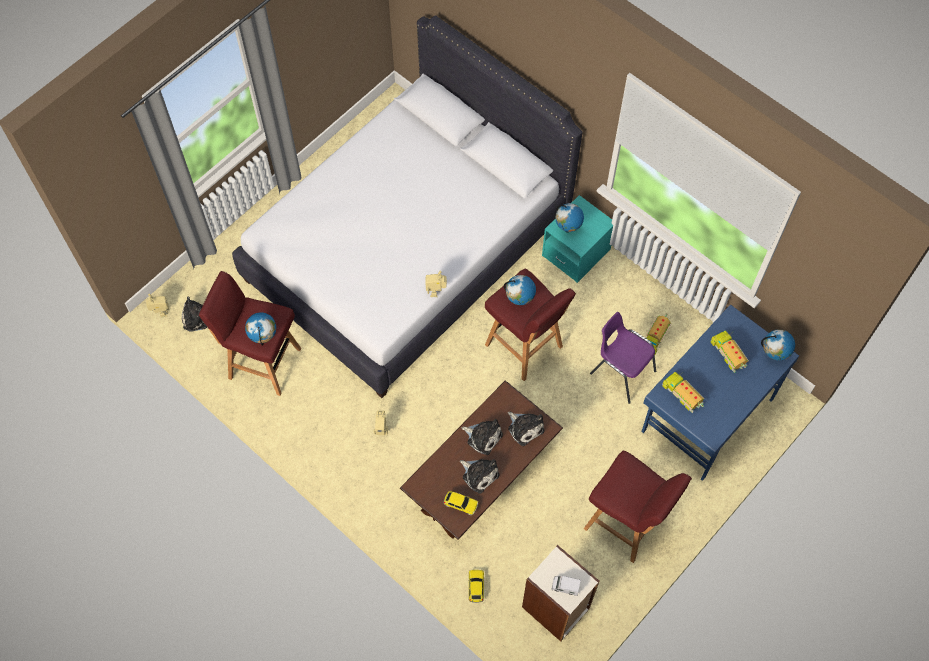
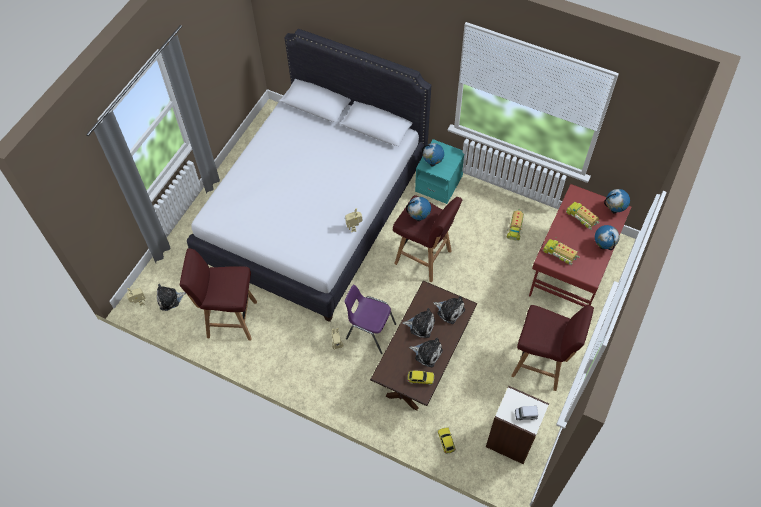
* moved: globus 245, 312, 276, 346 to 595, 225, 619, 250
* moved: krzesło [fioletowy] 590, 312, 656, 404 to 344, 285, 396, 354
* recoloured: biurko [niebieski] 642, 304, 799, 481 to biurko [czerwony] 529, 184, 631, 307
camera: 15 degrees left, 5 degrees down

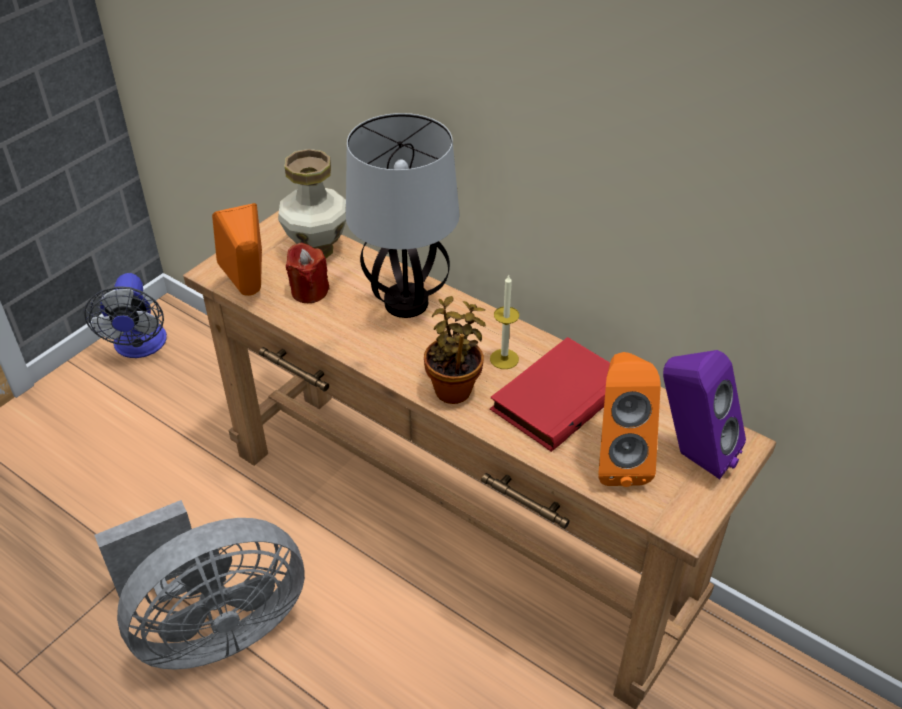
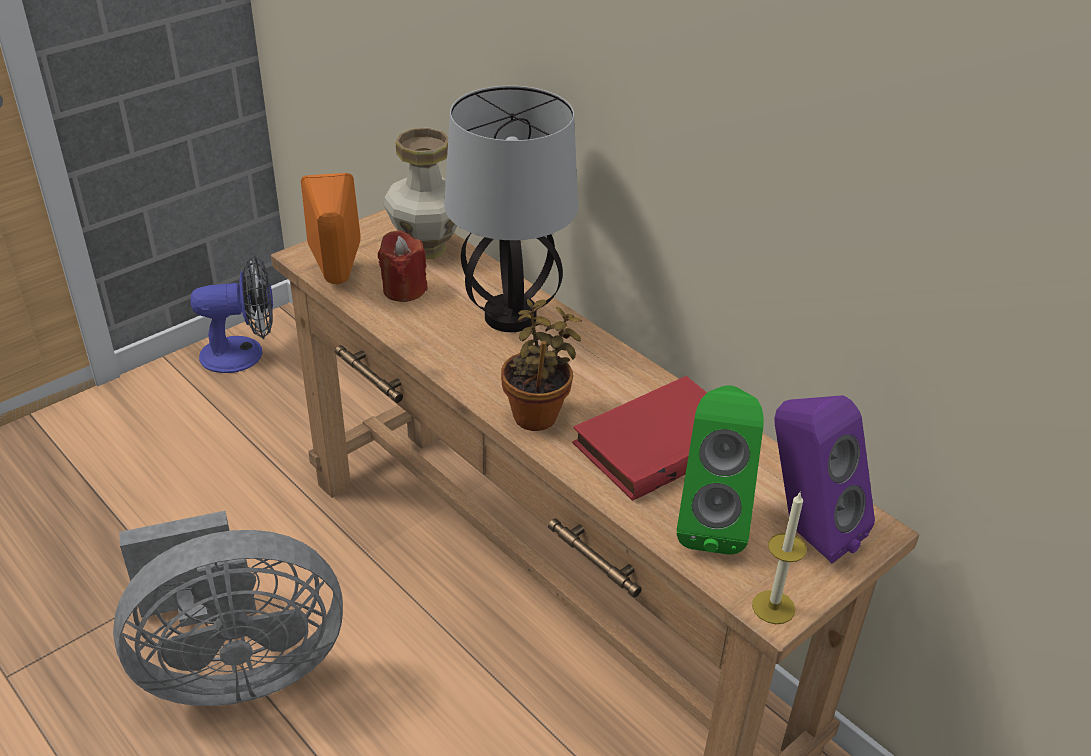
* moved: świeca 490, 274, 519, 369 to 752, 491, 807, 624
* recoloured: głośnik [pomarańczowy] 598, 352, 661, 487 to głośnik [zielony] 677, 385, 764, 555
* turned: wentylator 84, 273, 167, 358 = 190, 255, 273, 373 105 degrees counterclockwise
camera: 10 degrees right, 5 degrees down

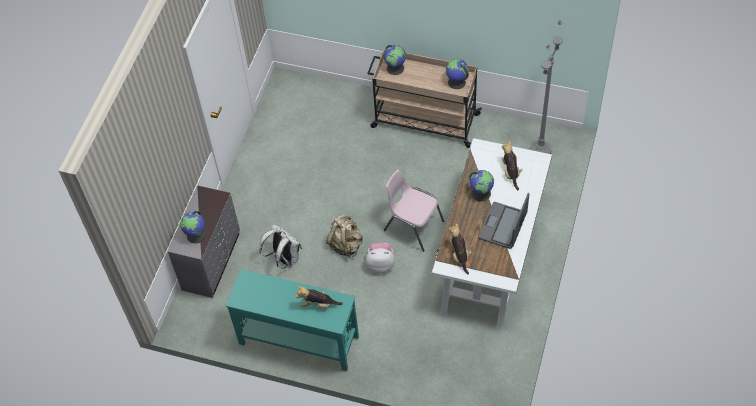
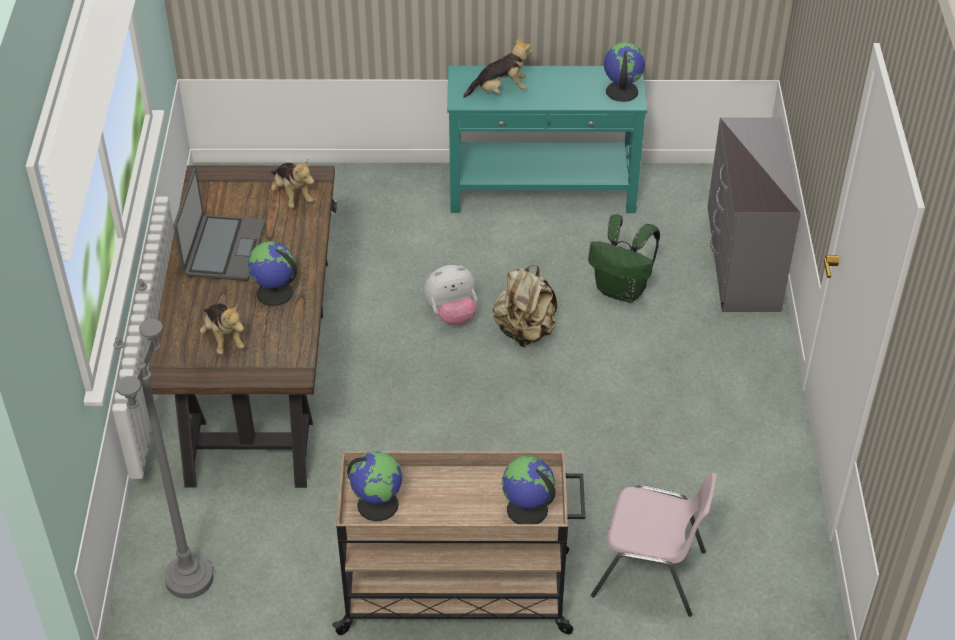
* moved: globus 180, 211, 206, 243 to 603, 42, 645, 102
* moved: krzesło [różowy] 384, 170, 444, 252 to 591, 473, 717, 617
* recoloured: plecak [biały] 260, 224, 302, 269 to plecak [zielony] 588, 214, 660, 302
* recoloured: biurko [biały] 432, 138, 552, 329 to biurko [brązowy] 148, 165, 337, 488
camera: 160 degrees right, 10 degrees down

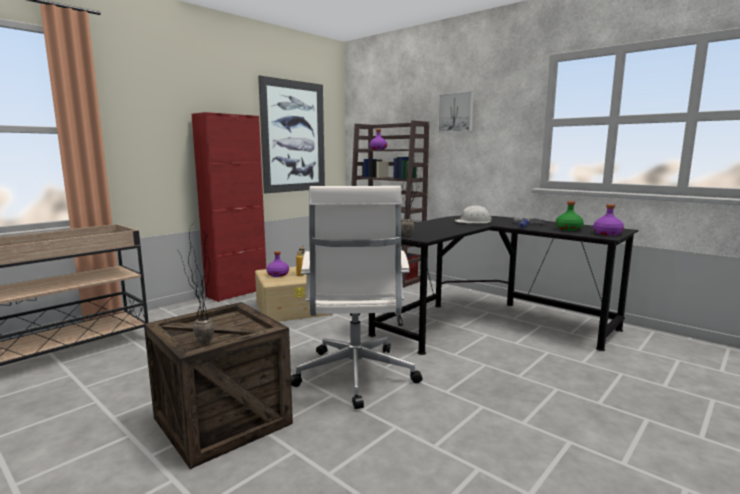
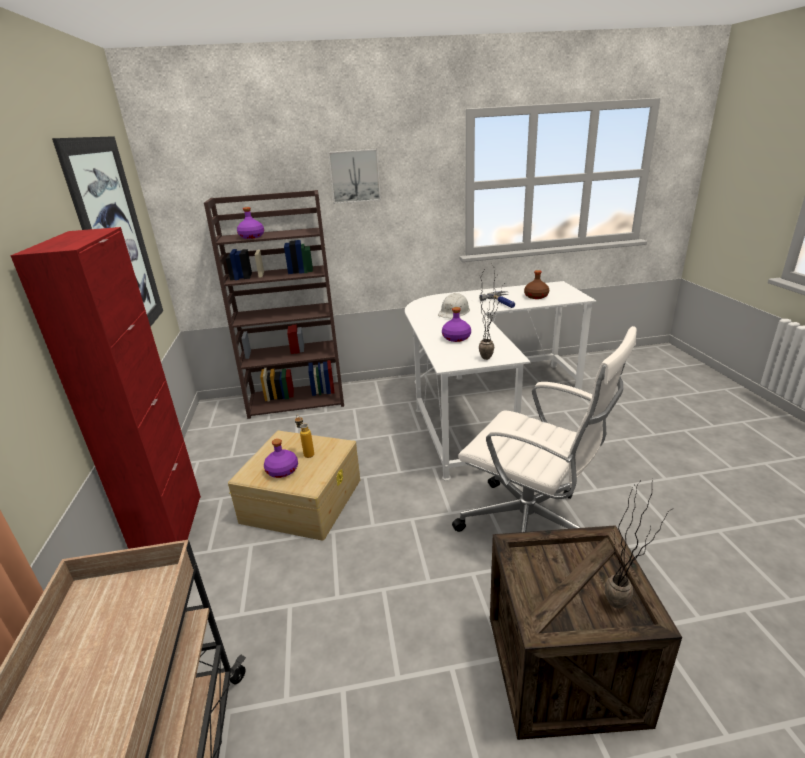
* moved: butelka [fioletowy] 593, 204, 624, 236 to 442, 307, 471, 342
* recoloured: biurko [czarny] 368, 216, 638, 355 to biurko [biały] 405, 281, 596, 481
* recoloured: butelka [zielony] 556, 201, 584, 231 to butelka [brązowy] 524, 270, 549, 299
camera: 50 degrees left, 15 degrees up

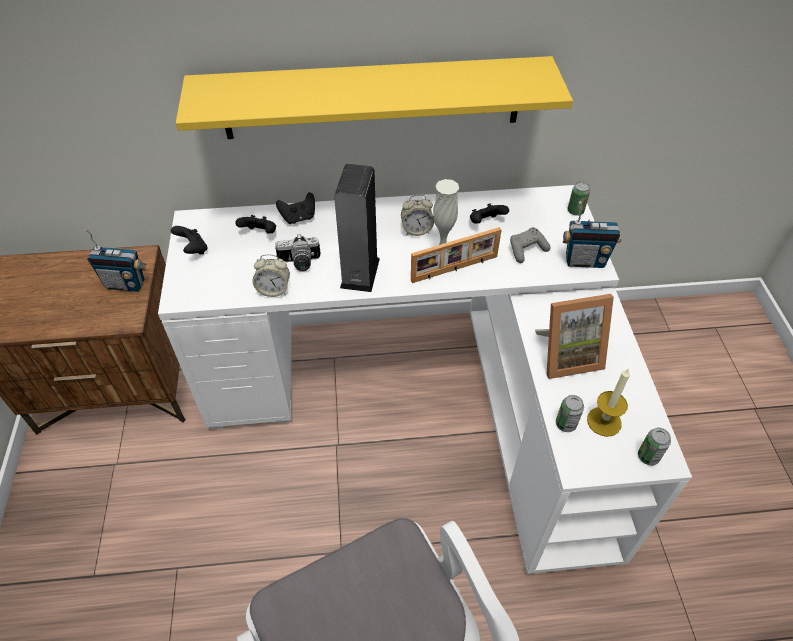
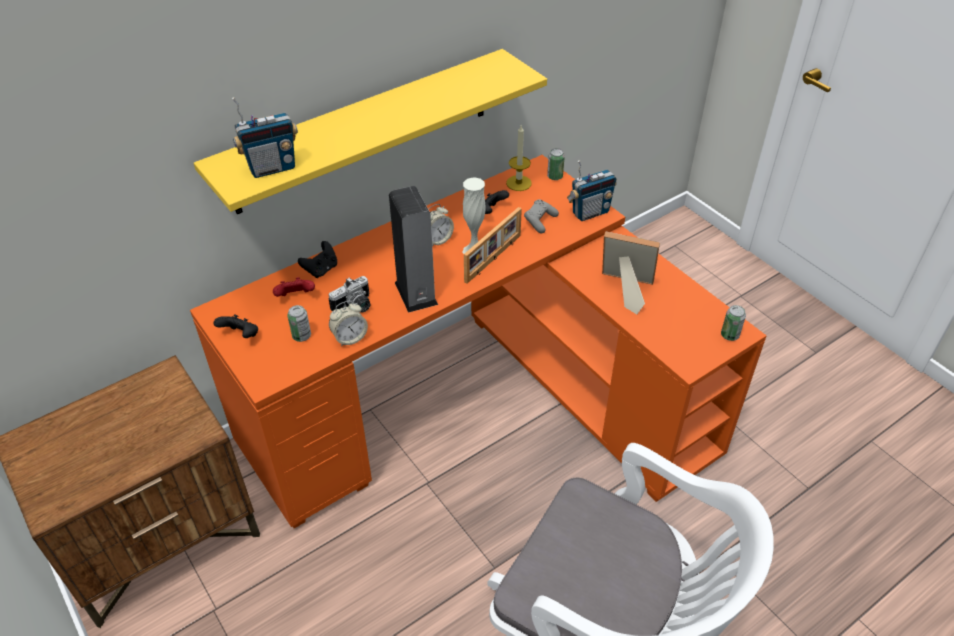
* moved: radio 85, 230, 146, 292 to 232, 97, 298, 178
* moved: puszka 556, 395, 584, 432 to 287, 305, 311, 342
* moved: świeca 587, 368, 630, 437 to 506, 126, 532, 191
* recoloured: biurko [biały] 158, 185, 692, 574 to biurko [pomarańczowy] 190, 155, 766, 528
* recoloured: pad do gier [czarny] 235, 215, 276, 234 to pad do gier [czerwony] 273, 277, 315, 297
* turned: ramka na zdjęcie 535, 294, 614, 379 = 602, 231, 660, 314 120 degrees counterclockwise
camera: 30 degrees left, 5 degrees down

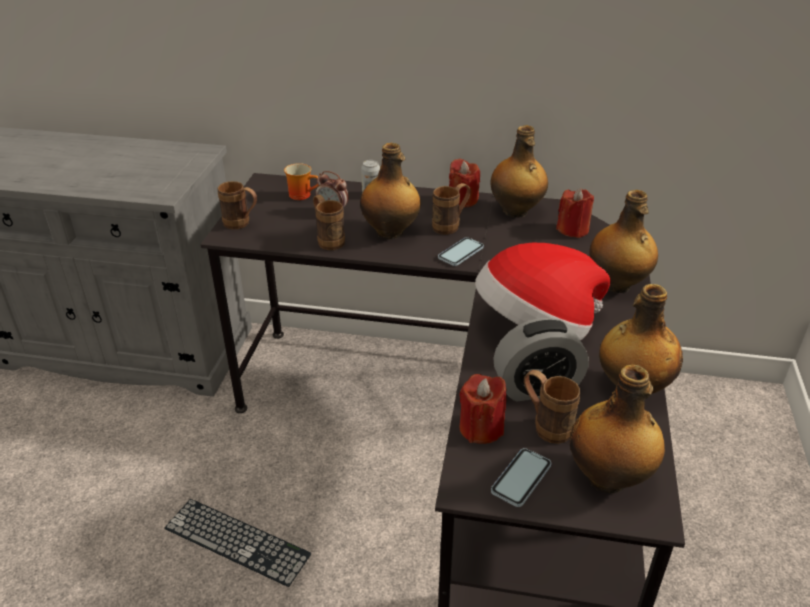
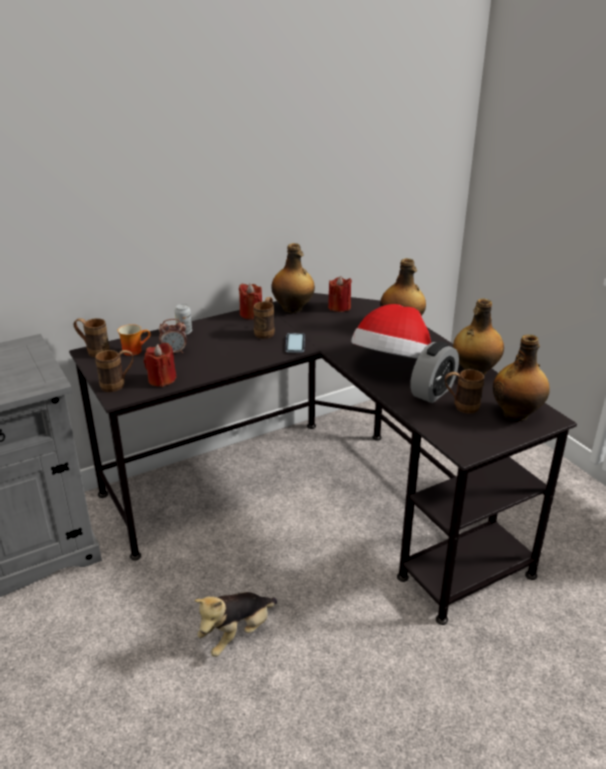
* removed: butelka 360, 143, 421, 239
* removed: telefon 491, 448, 551, 507
* moved: kubek [brązowy] 313, 195, 345, 250 to 73, 318, 110, 357
* moved: świeca [czerwony] 459, 374, 506, 444 to 144, 343, 177, 387
* replaced: klawiatura 164, 499, 311, 587 to pluszak 194, 592, 277, 657
camera: 40 degrees left, 5 degrees down

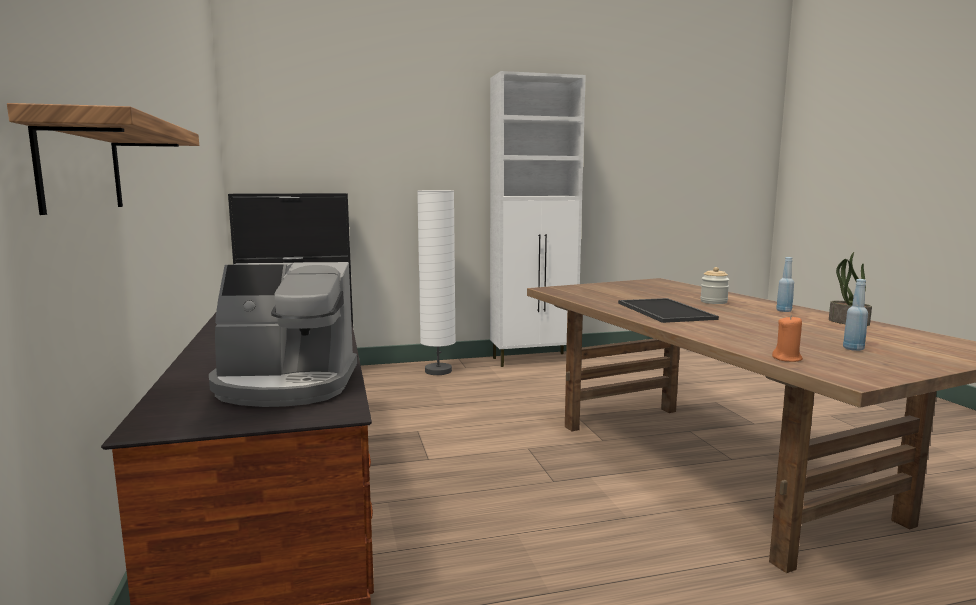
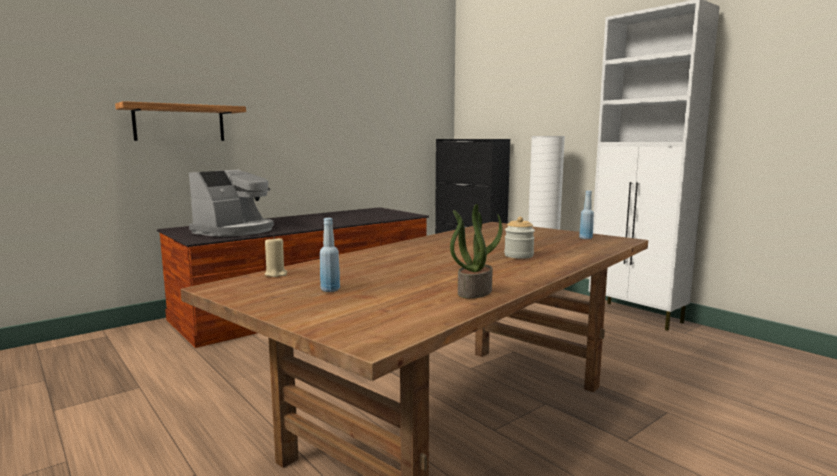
* removed: taca 618, 298, 719, 323
* moved: butelka [niebieski] 776, 257, 794, 312 to 579, 191, 594, 239
* recoloured: świeca [pomarańczowy] 772, 315, 803, 362 to świeca [beżowy] 265, 236, 287, 277
* turned: ekspres do kawy 209, 262, 357, 407 = 189, 170, 274, 237 120 degrees counterclockwise
camera: 65 degrees right, 0 degrees up

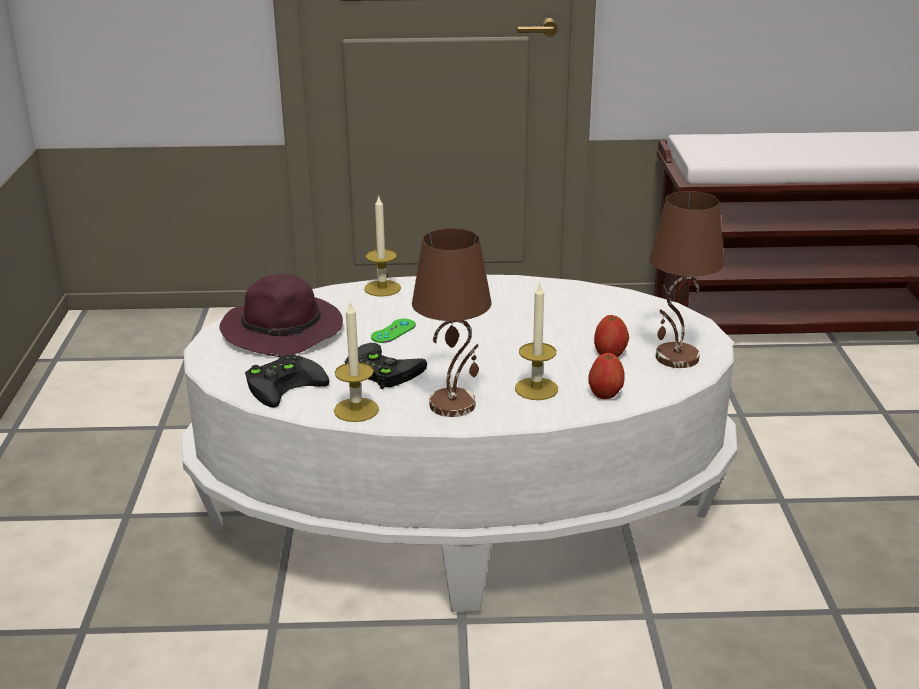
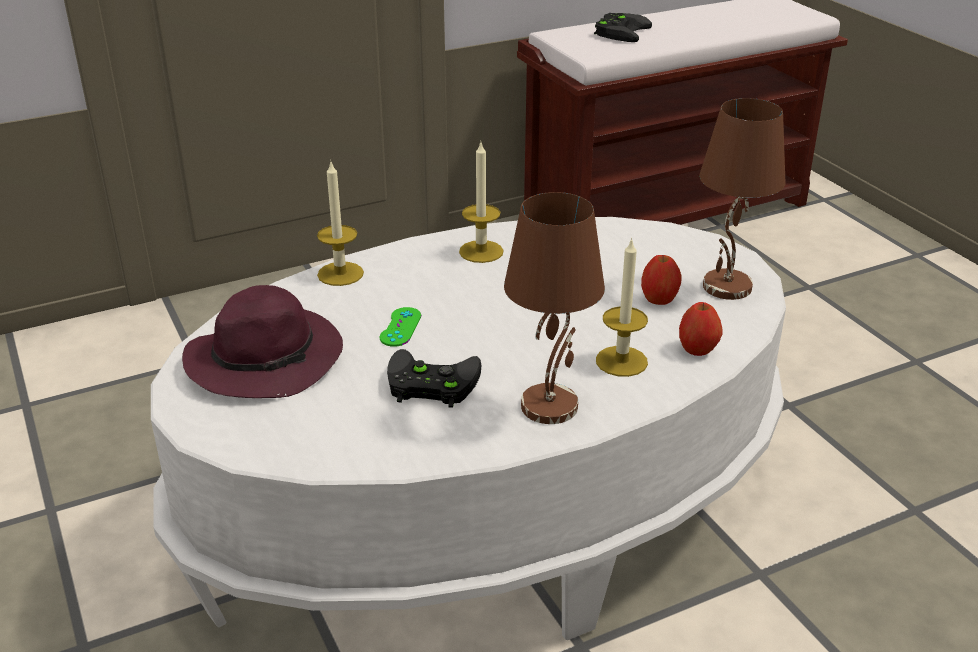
* moved: pad do gier [czarny] 245, 354, 330, 408 to 594, 13, 652, 42
* moved: świeca 334, 303, 379, 422 to 459, 140, 504, 263
camera: 25 degrees left, 5 degrees up

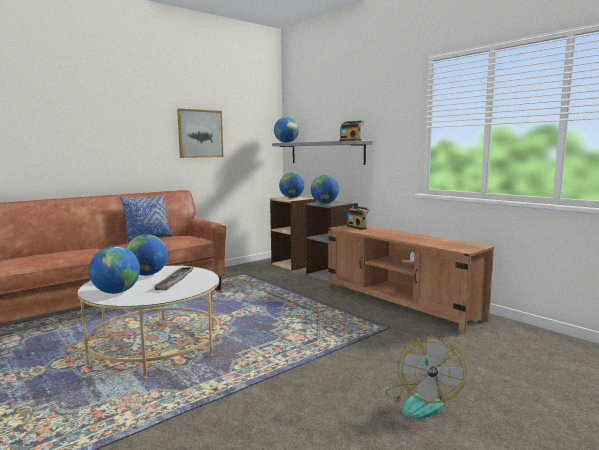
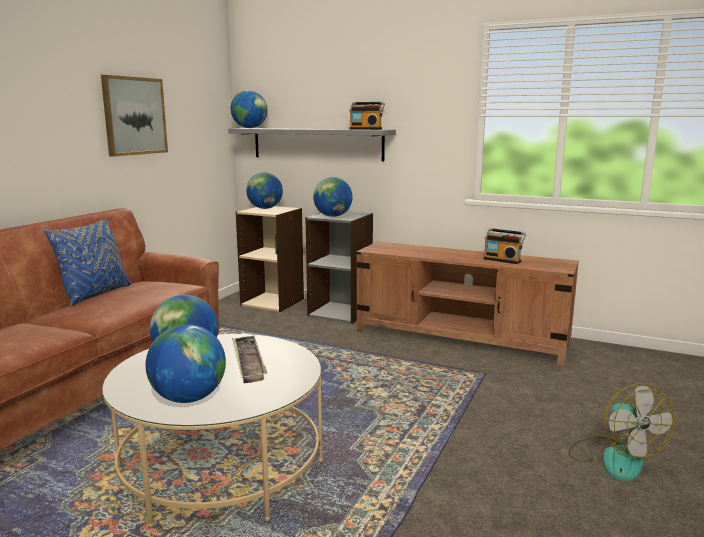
* moved: radio 347, 206, 370, 230 to 484, 228, 526, 264
camera: 25 degrees left, 5 degrees up

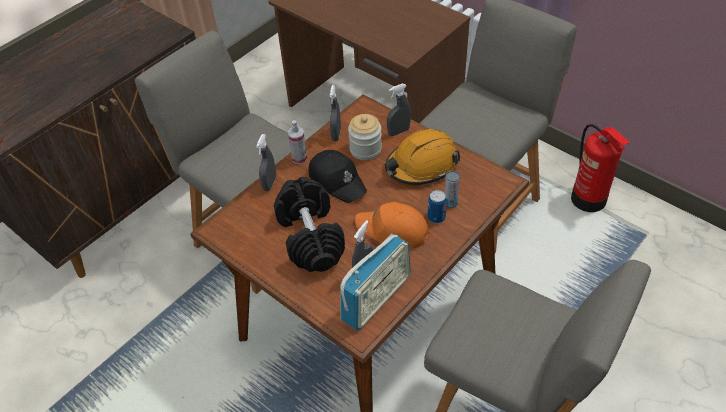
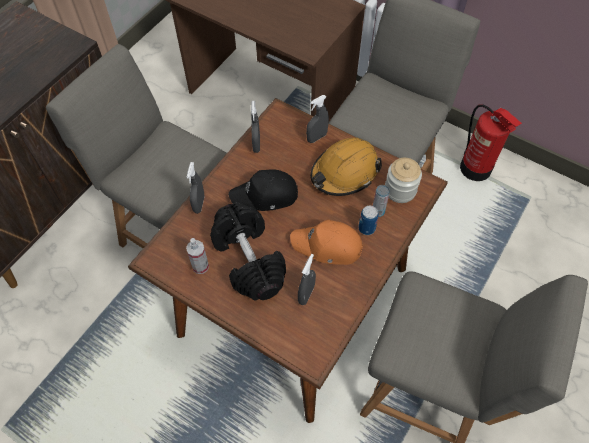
* removed: radio 340, 233, 411, 330
* moved: spryskiwacz 288, 120, 307, 164 to 186, 238, 209, 274
* moved: słoik 348, 114, 382, 160 to 385, 158, 422, 203
* turned: czapka z daszkiem [czarny] 309, 150, 367, 203 = 228, 169, 298, 211 135 degrees clockwise
camera: 10 degrees left, 10 degrees up

